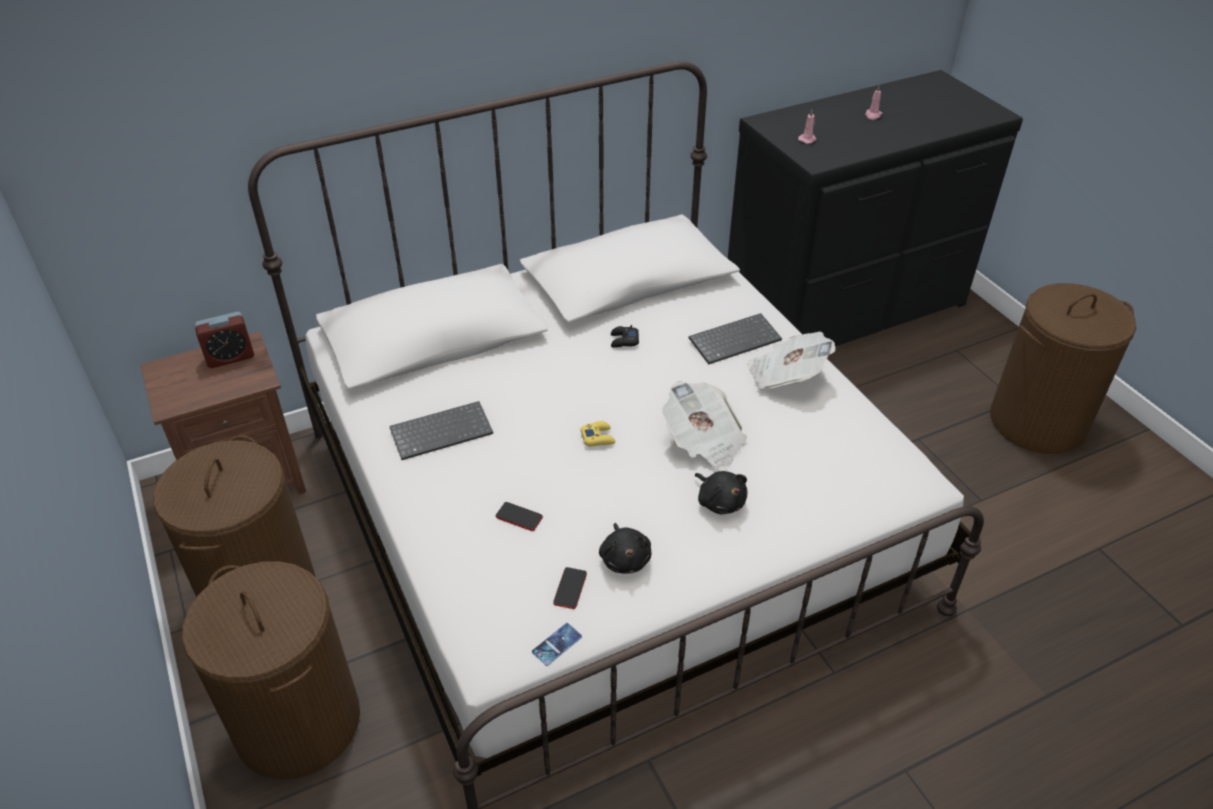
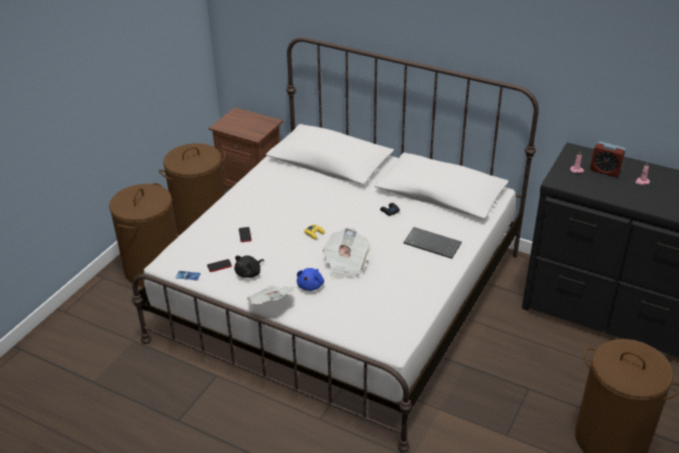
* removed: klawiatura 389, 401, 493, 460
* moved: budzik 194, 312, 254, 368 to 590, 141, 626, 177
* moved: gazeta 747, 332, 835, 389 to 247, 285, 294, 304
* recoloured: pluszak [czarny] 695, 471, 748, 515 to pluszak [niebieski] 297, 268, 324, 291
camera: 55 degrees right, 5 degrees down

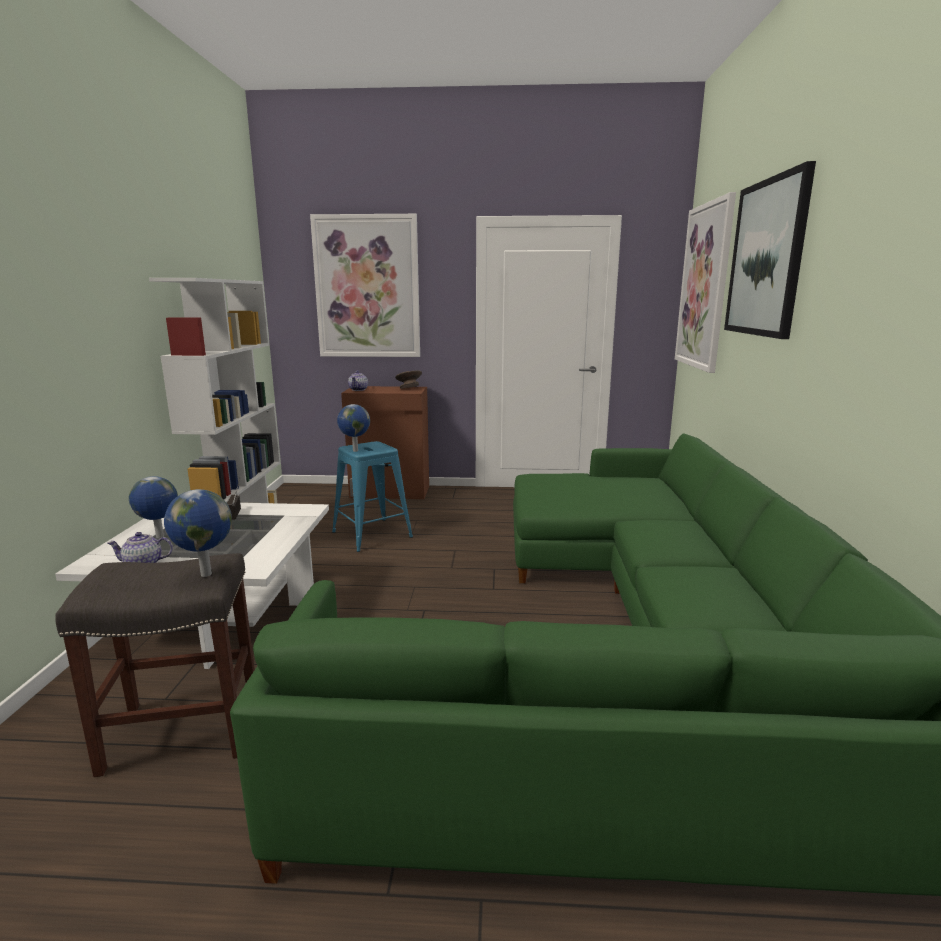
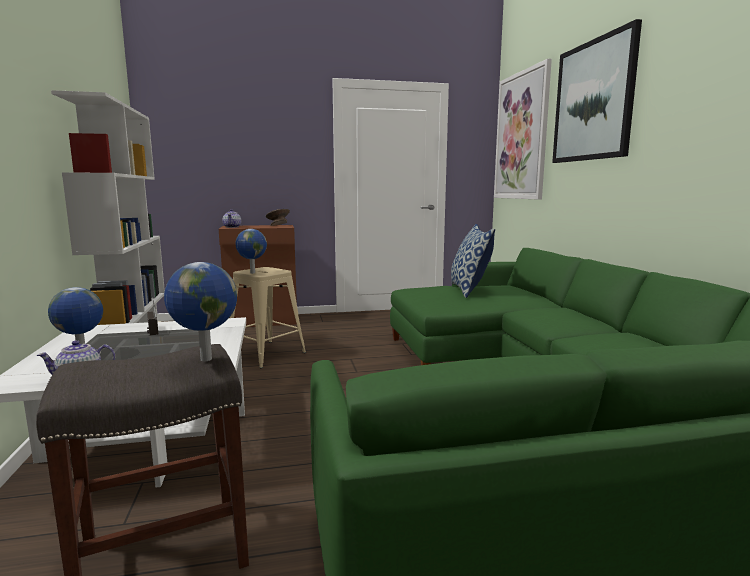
* removed: obraz 310, 214, 420, 357
* added: poduszka 451, 224, 495, 298
* recoloured: stołek [niebieski] 332, 441, 413, 552 to stołek [beżowy] 230, 267, 306, 368
camera: 15 degrees left, 5 degrees down

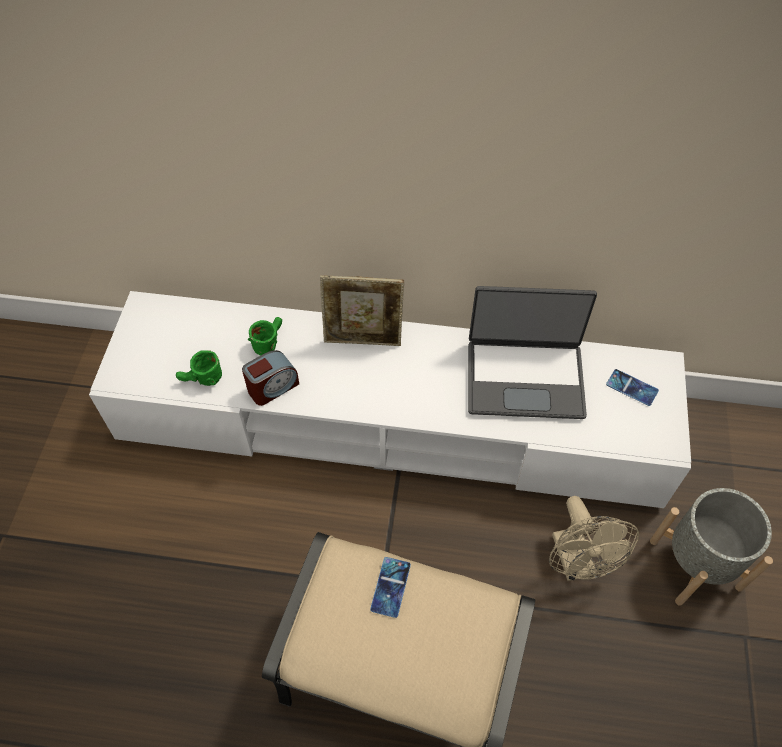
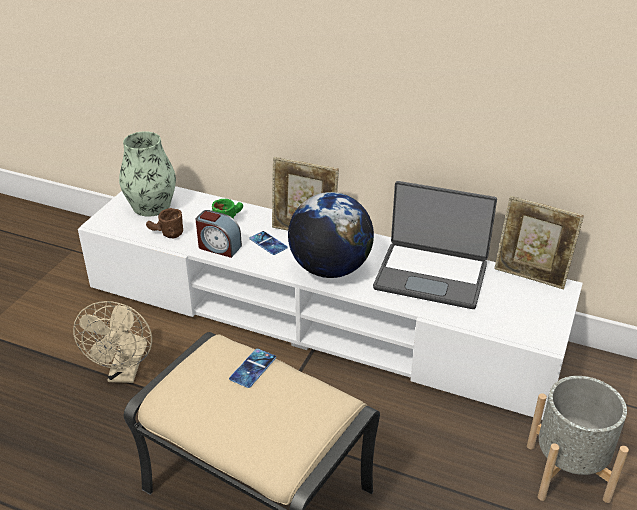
* added: wazon 119, 131, 176, 217
* added: globus 288, 192, 374, 278
* added: ramka na zdjęcie 495, 196, 584, 289
* moved: wentylator [beżowy] 549, 496, 639, 581 to 73, 301, 152, 383
* moved: telefon 606, 369, 659, 406 to 249, 231, 288, 255
* recoloured: kubek [zielony] 176, 350, 222, 386 to kubek [brązowy] 146, 208, 183, 239
* turned: budzik 242, 350, 299, 406 = 196, 210, 242, 258 45 degrees clockwise
camera: 15 degrees right, 20 degrees down

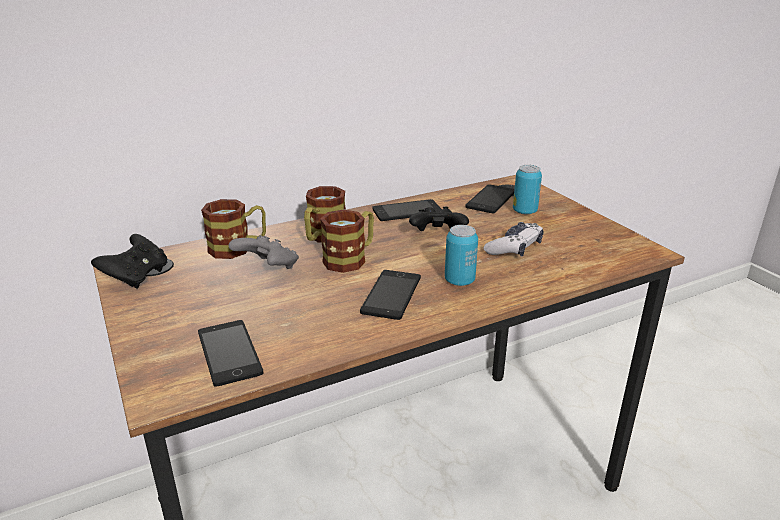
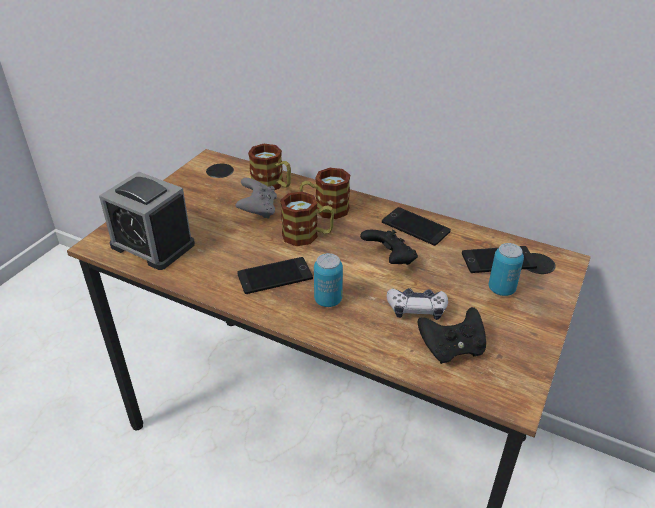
* moved: pad do gier [czarny] 91, 234, 167, 289 to 418, 307, 486, 364
* replaced: telefon 198, 320, 264, 387 to budzik 99, 171, 195, 270
camera: 55 degrees right, 10 degrees up

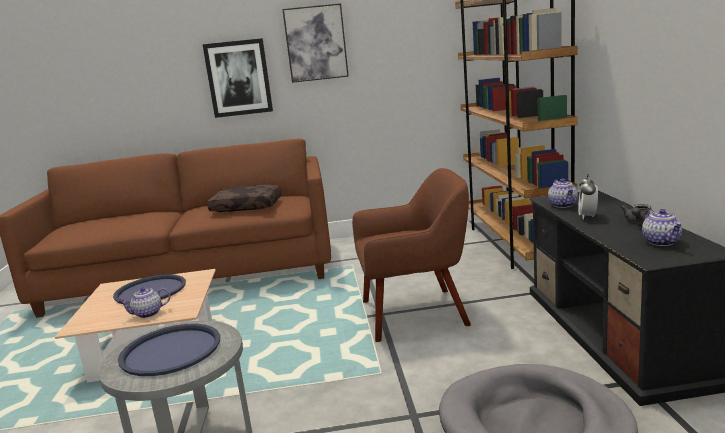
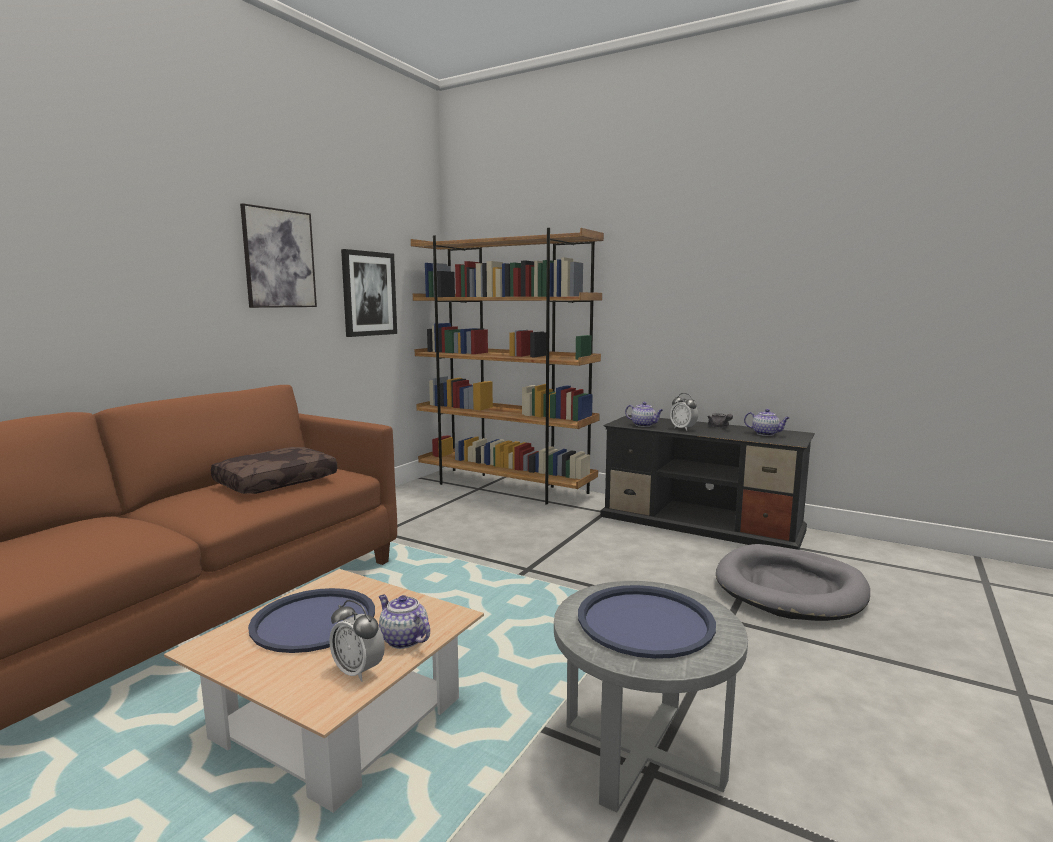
* removed: fotel [brązowy] 352, 168, 471, 342
* added: budzik 329, 600, 385, 682
* moved: obraz 202, 38, 273, 118 to 341, 249, 397, 337
* turned: imbryk 119, 287, 171, 318 = 379, 594, 430, 649 120 degrees clockwise
camera: 55 degrees left, 5 degrees down

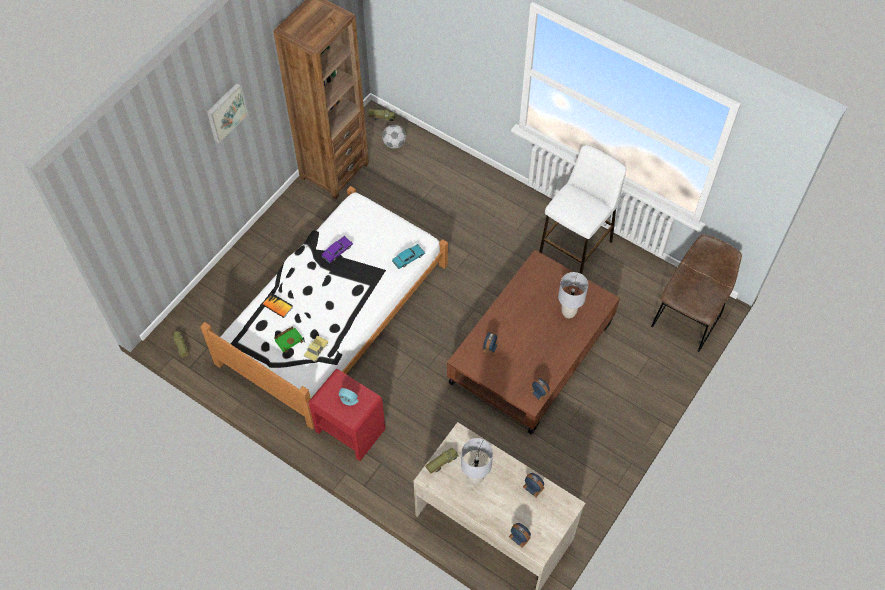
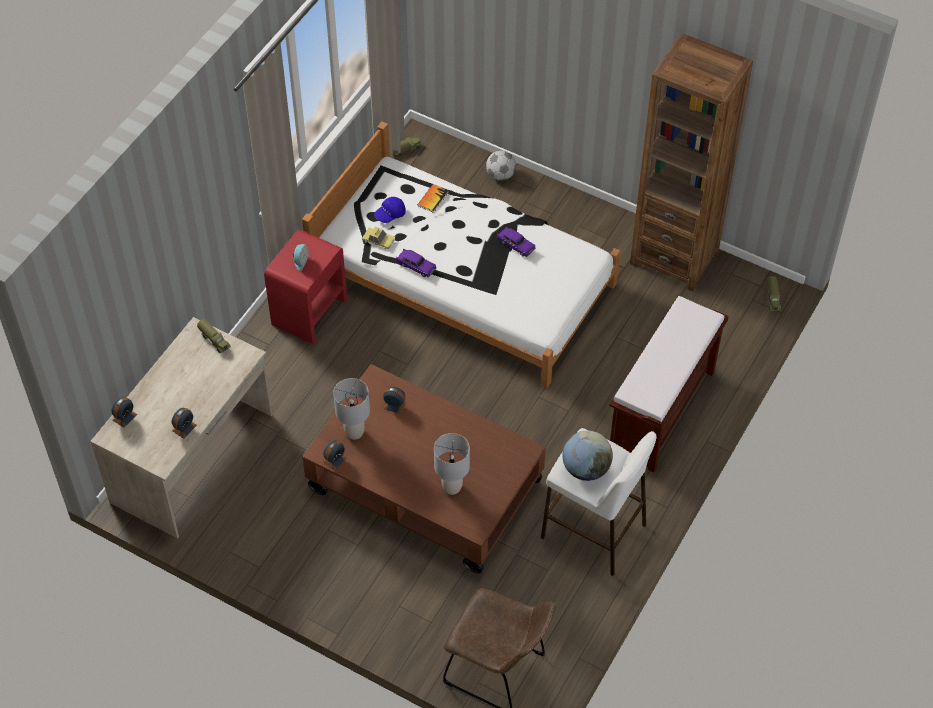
* removed: obraz 207, 83, 248, 143
* removed: samochodzik [turkusowy] 392, 244, 425, 269
* added: samochodzik [fioletowy] 395, 249, 437, 277
* added: globus 562, 430, 613, 481
* added: ławka [brązowy] 609, 296, 729, 472
* moved: piłka futbolowa 382, 125, 406, 149 to 486, 150, 516, 181
* moved: lampa stołowa [szary] 461, 438, 493, 484 to 333, 378, 370, 440
* replaced: książka [zielony] 274, 327, 304, 353 to czapka z daszkiem [niebieski] 374, 197, 406, 223
camera: 85 degrees right, 5 degrees down

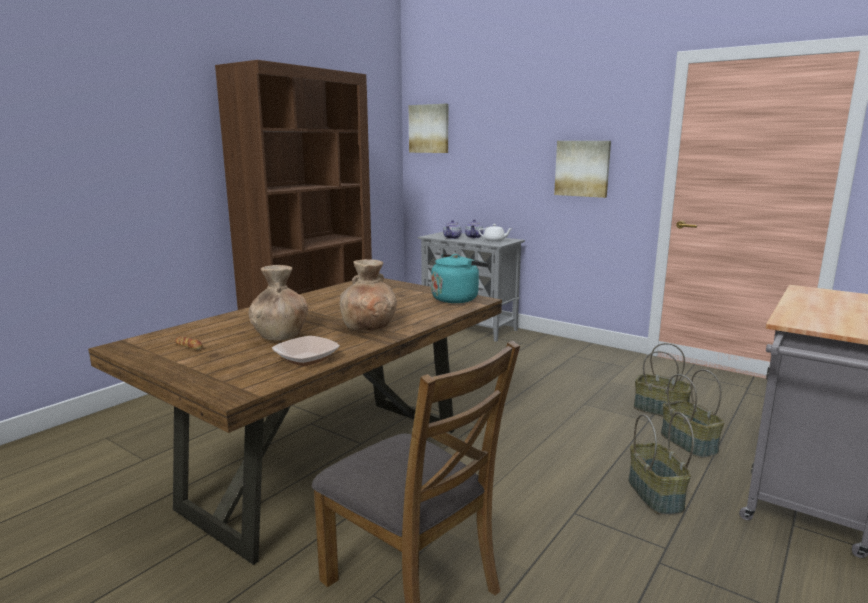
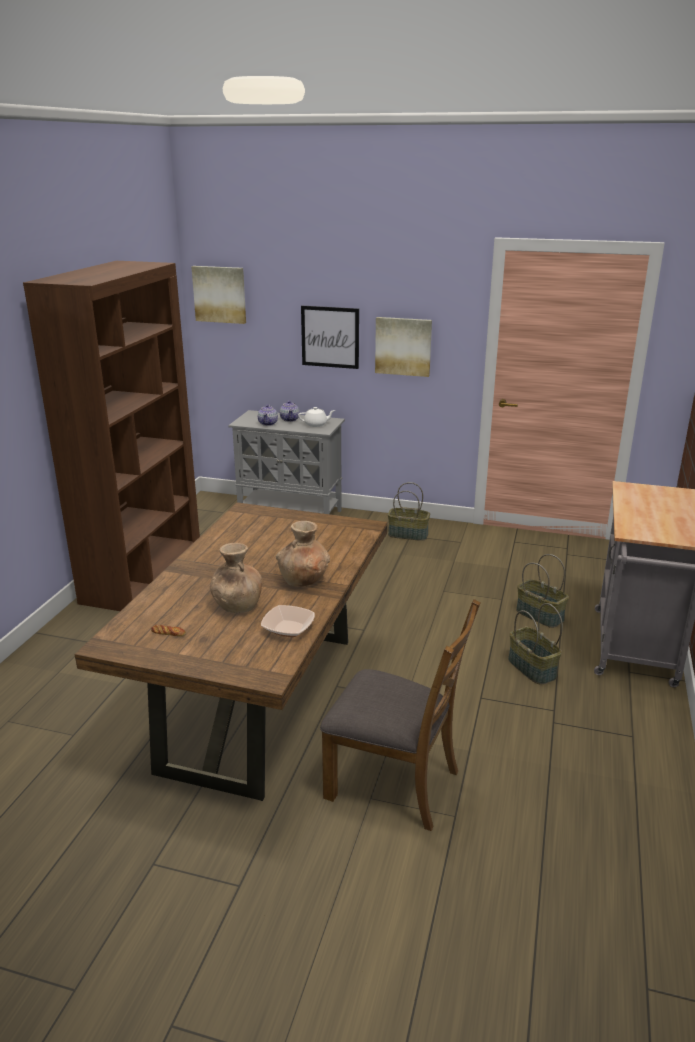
* removed: czajnik [turkusowy] 431, 254, 489, 303
* added: obraz 301, 306, 359, 369
* moved: koszyk 634, 343, 693, 416 to 388, 482, 430, 541
camera: 20 degrees left, 10 degrees up

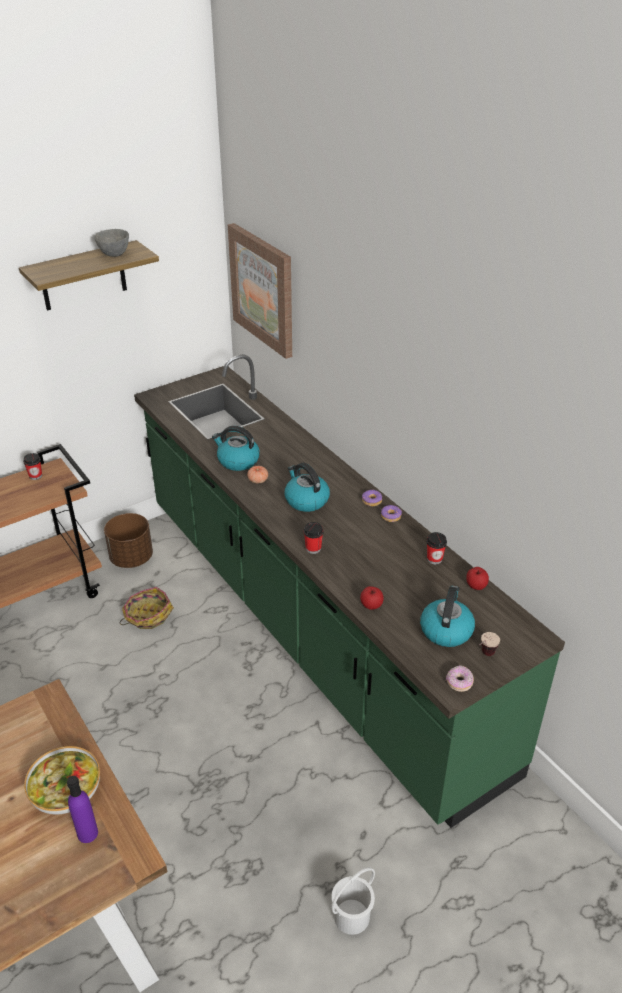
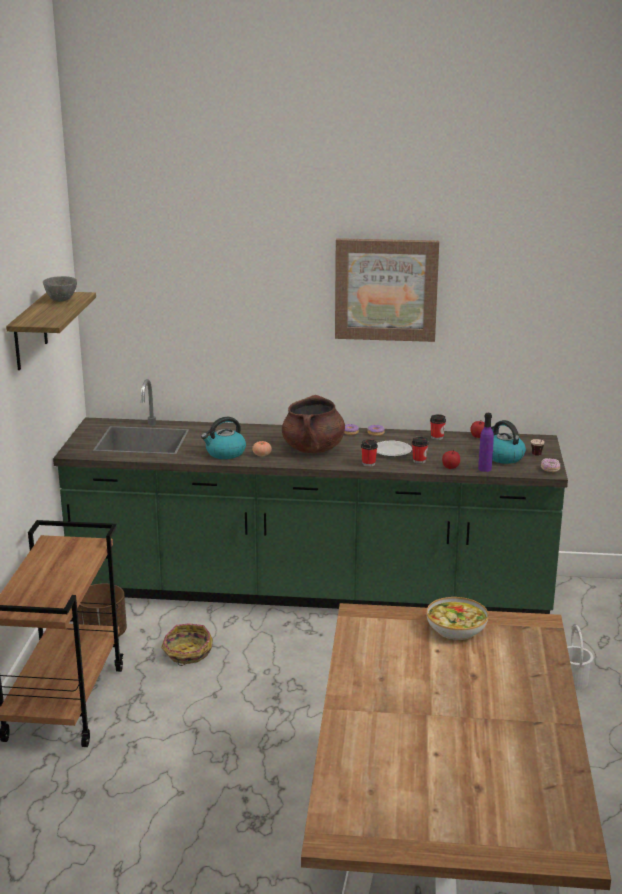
* added: talerz 377, 441, 412, 457
* moved: filiżanka 23, 453, 42, 480 to 412, 437, 429, 464
* moved: butelka [fioletowy] 67, 776, 98, 843 to 478, 413, 494, 472
* moved: obraz 228, 223, 292, 359 to 335, 238, 439, 342
* replaced: czajnik 285, 463, 330, 512 to garnek [brązowy] 282, 395, 345, 453
camera: 50 degrees left, 15 degrees down

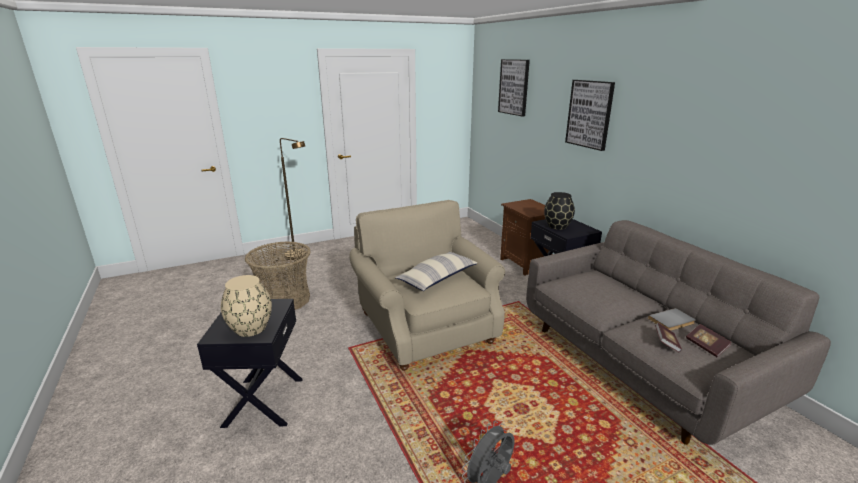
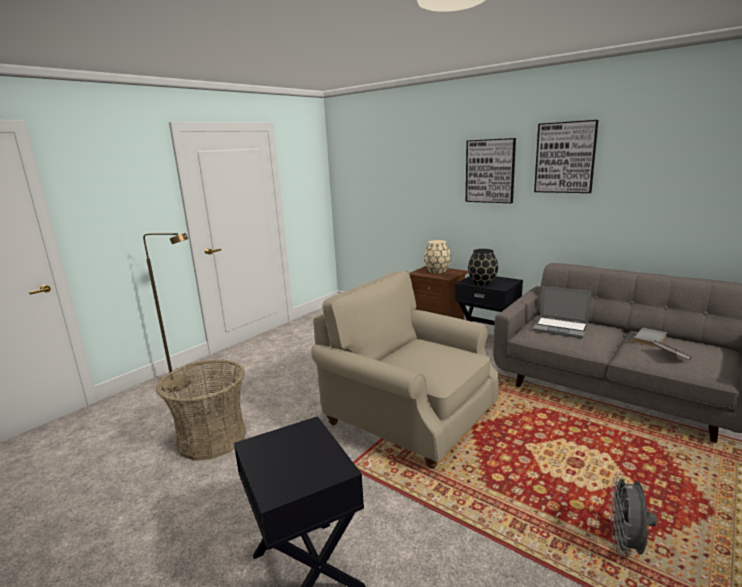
* removed: poduszka 395, 252, 477, 291
* removed: książka 686, 324, 732, 358
* added: laptop 533, 286, 592, 338
* moved: wazon [beżowy] 221, 275, 272, 337 to 424, 240, 451, 274
* moved: obraz 498, 59, 530, 117 to 534, 120, 599, 193
camera: 25 degrees left, 5 degrees down

